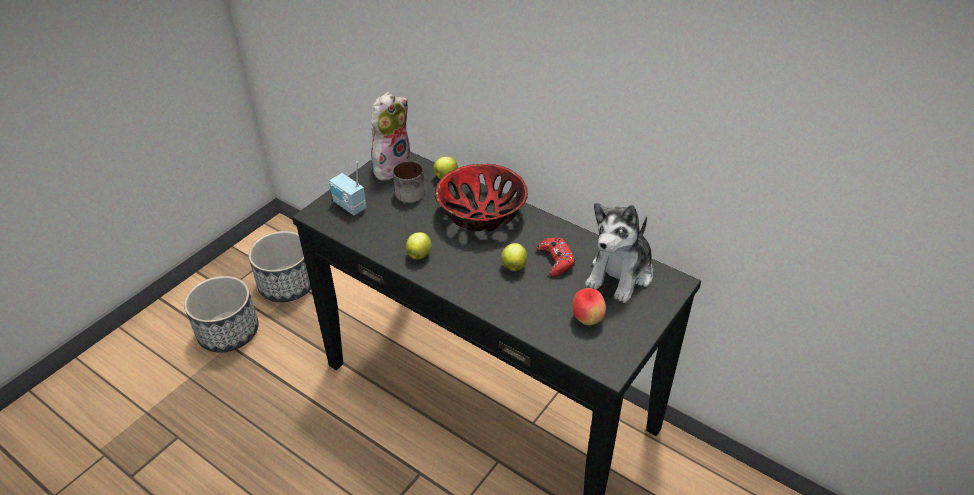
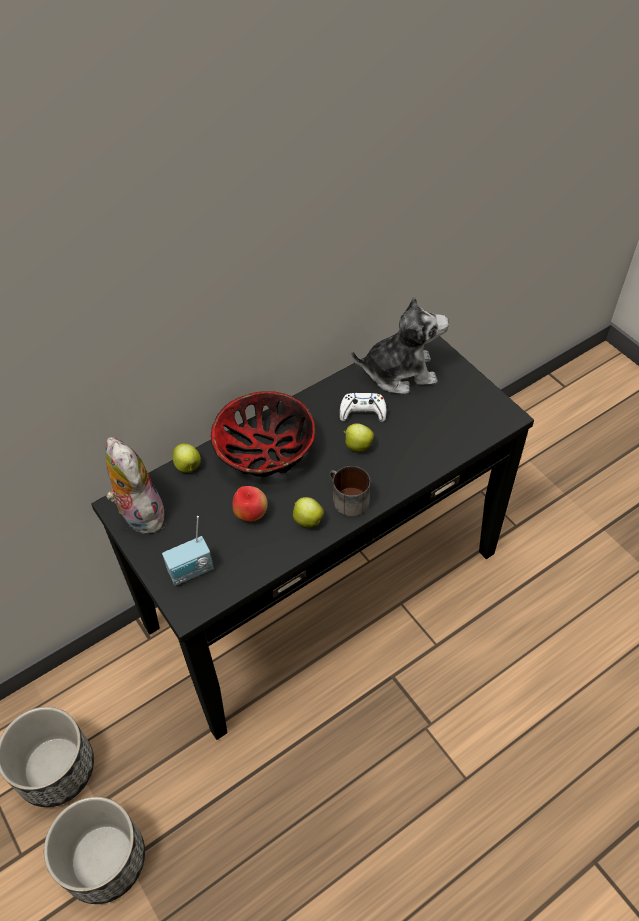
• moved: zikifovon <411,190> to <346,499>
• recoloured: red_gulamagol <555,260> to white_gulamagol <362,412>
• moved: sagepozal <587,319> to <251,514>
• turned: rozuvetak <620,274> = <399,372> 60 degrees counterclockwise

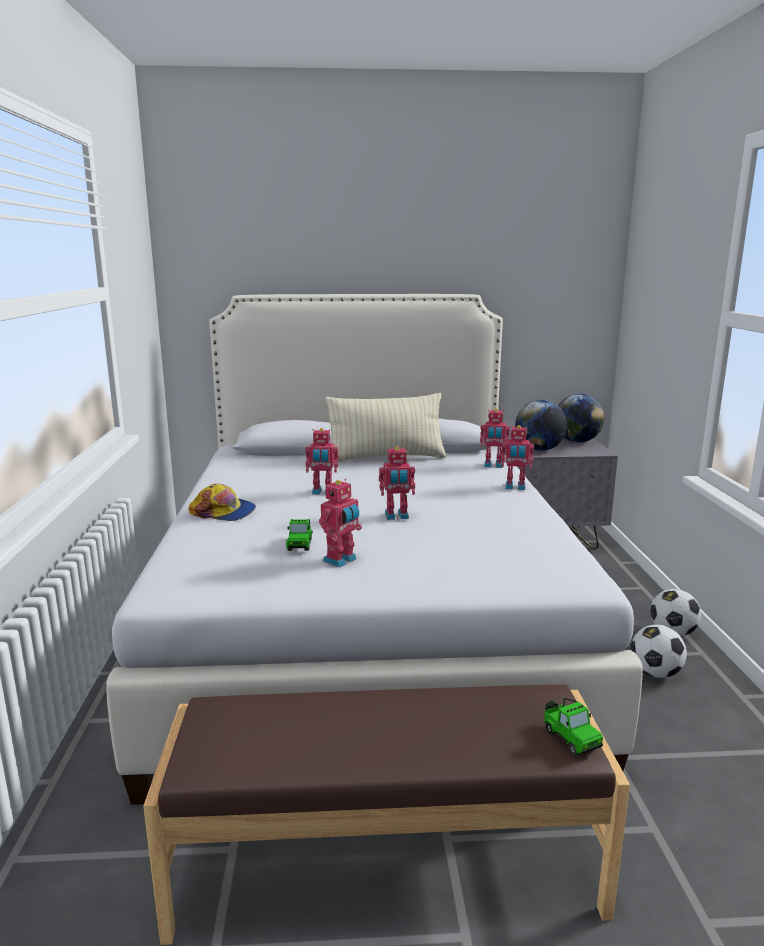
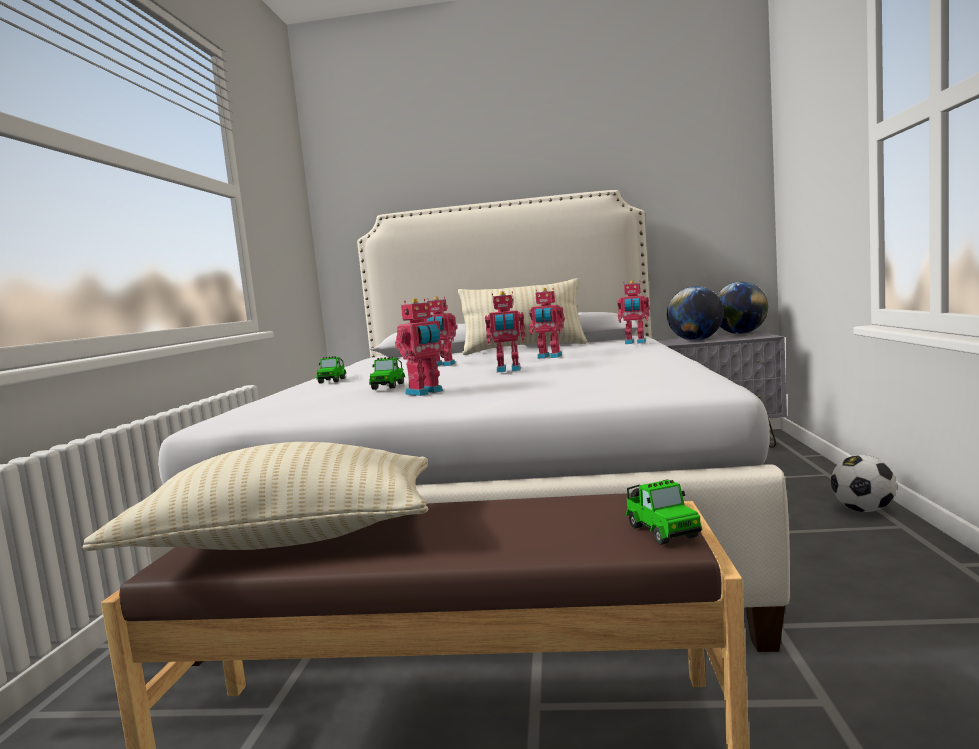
• replaced: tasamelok <224,512> to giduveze <332,380>
• moved: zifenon <515,487> to <549,357>
• removed: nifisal <655,673>
• added: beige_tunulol <285,540>

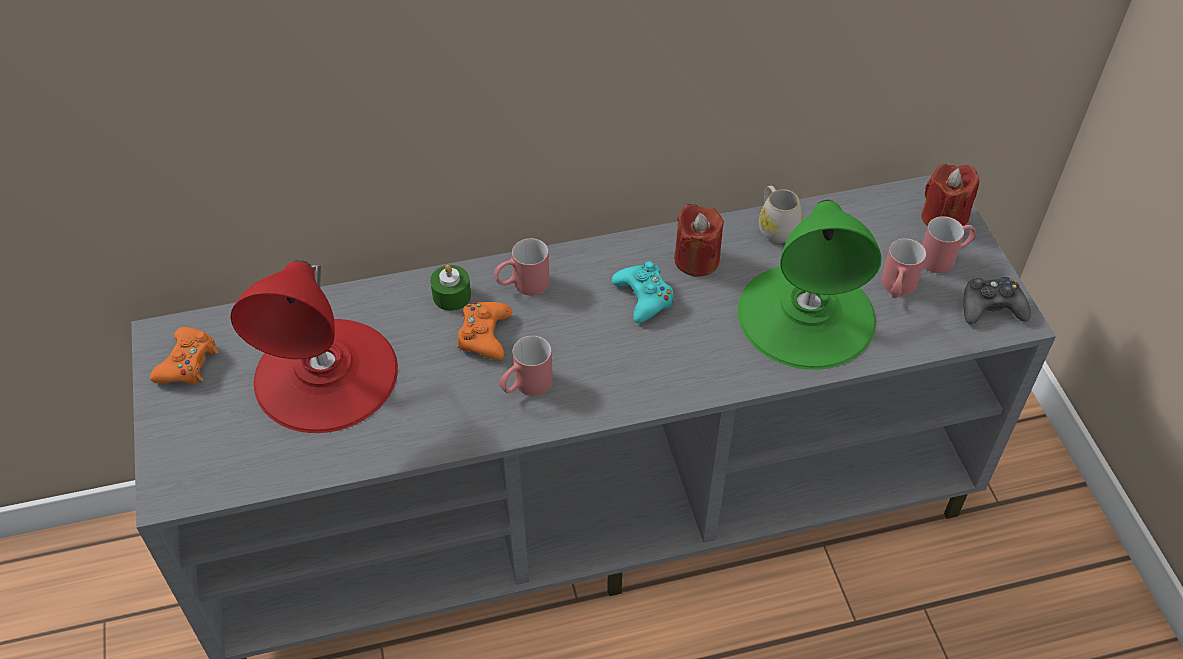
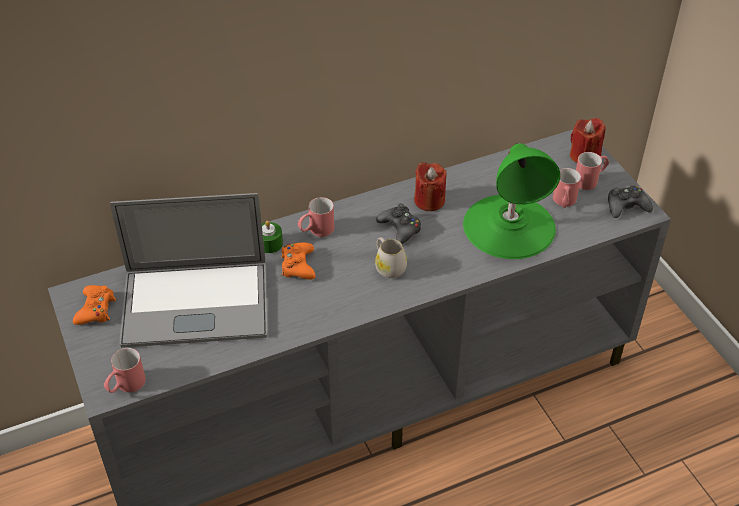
• replaced: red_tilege <326,374> to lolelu <195,304>
• moved: red_zikifovon <525,386> to <125,386>
• recoloured: turquoise_gulamagol <644,297> to black_gulamagol <400,228>
• moved: white_zikifovon <776,227> to <388,267>

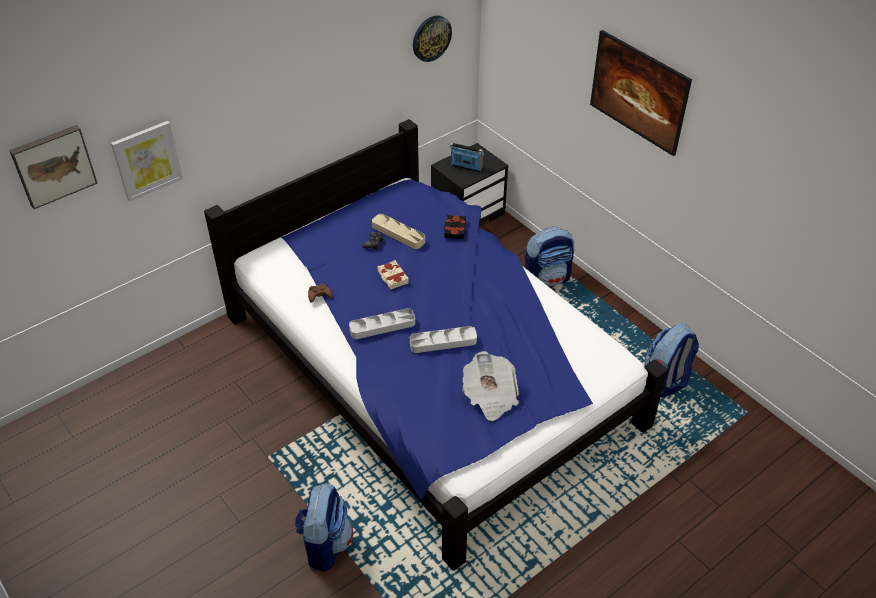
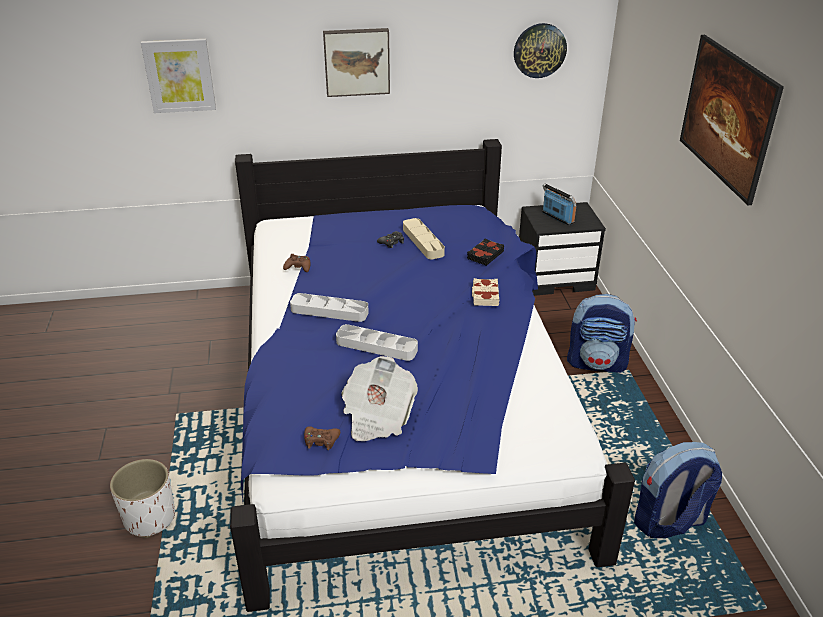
• moved: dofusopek <53,165> to <356,61>
• replaced: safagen <325,544> to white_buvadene <150,518>
• moved: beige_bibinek <392,277> to <485,295>
• added: brown_gulamagol <321,441>

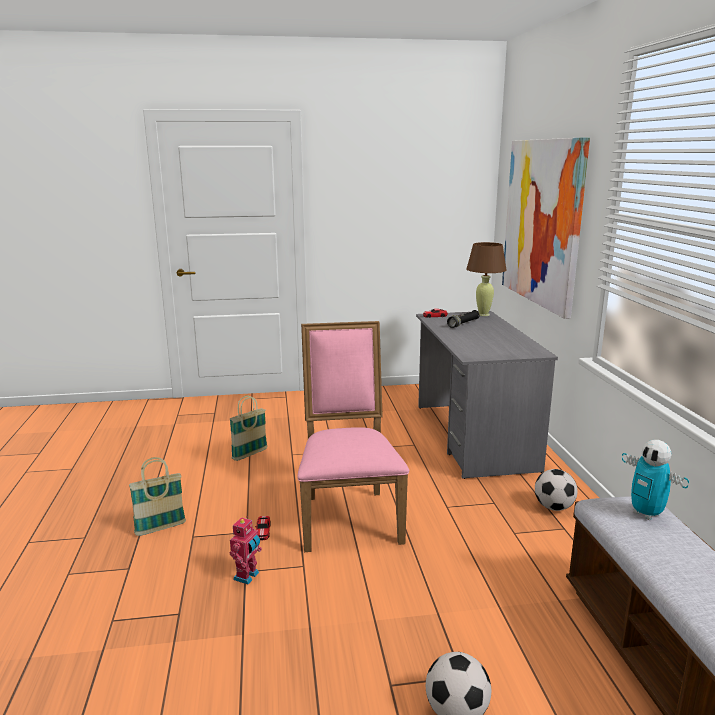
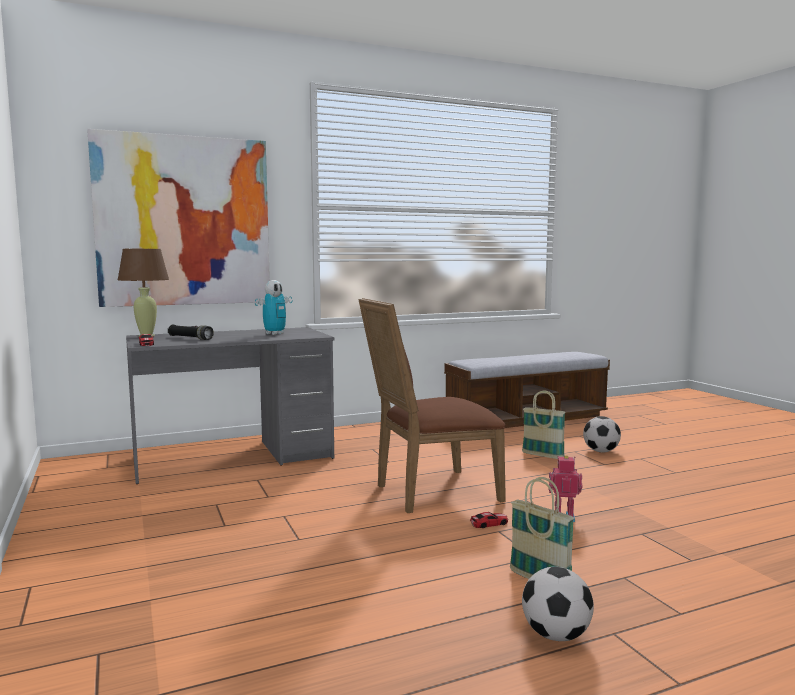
• moved: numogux <250,454> to <542,455>
• recoloured: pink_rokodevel <348,515> to brown_rokodevel <430,492>
• moved: nifisal <554,507> to <556,635>
• moved: zifenon <646,514> to <275,334>

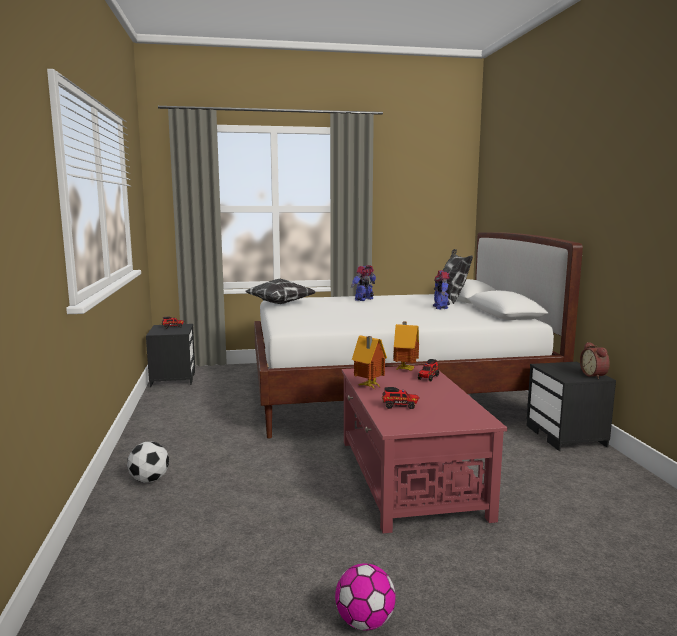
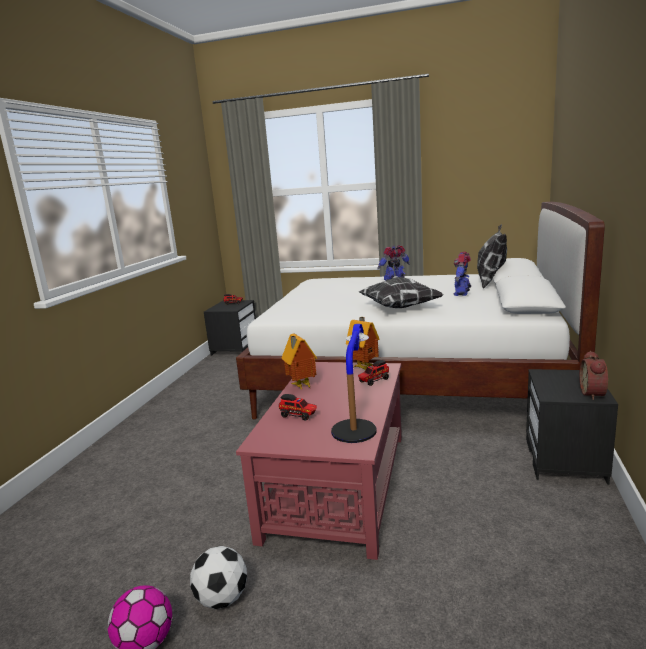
• moved: nifisal <149,480> to <222,598>
• moved: tunulol <280,304> to <400,308>
• added: tilege <357,419>

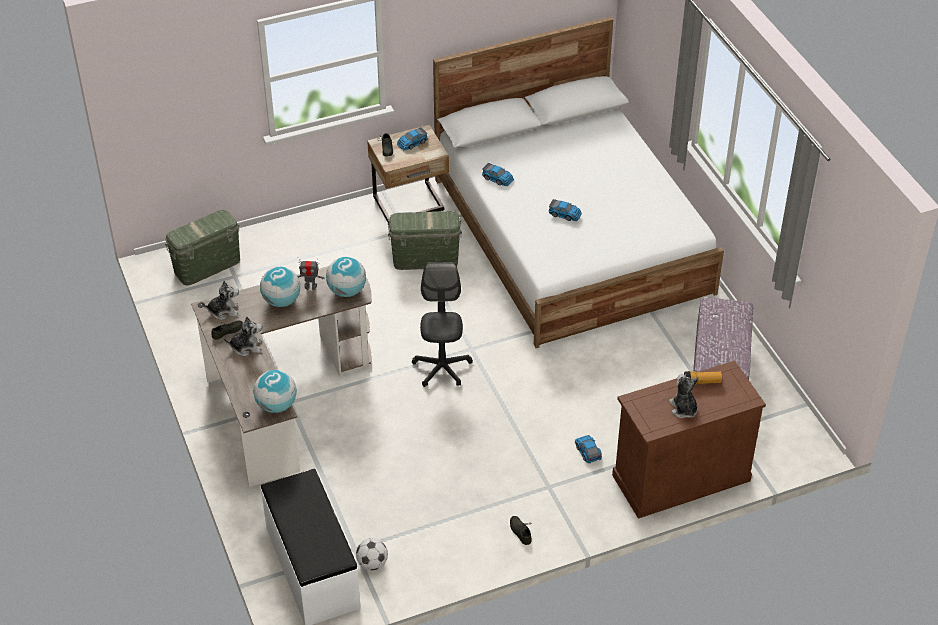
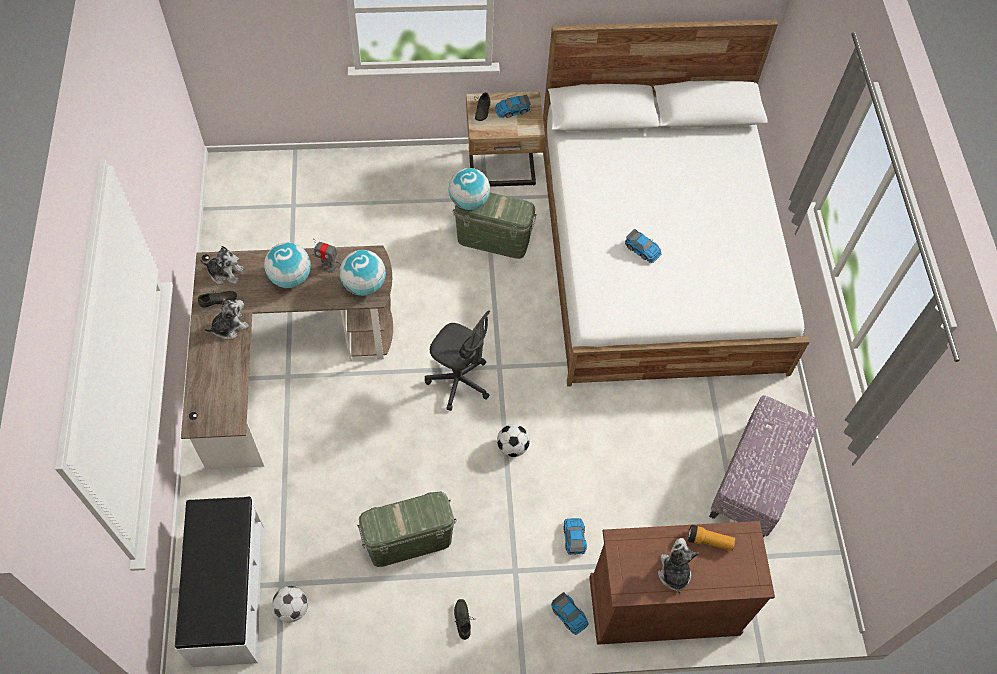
• moved: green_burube <207,266> to <408,541>
• turned: rozuvetak <246,347> = <229,327> 45 degrees counterclockwise
• moved: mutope <276,405> to <469,201>
• turned: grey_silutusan <442,368> = <459,381> 105 degrees clockwise
• moved: giduveze <498,178> to <569,615>
• added: nifisal <512,447>

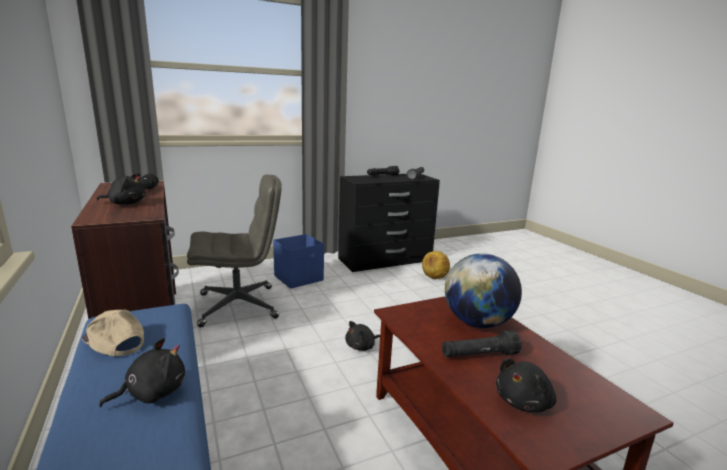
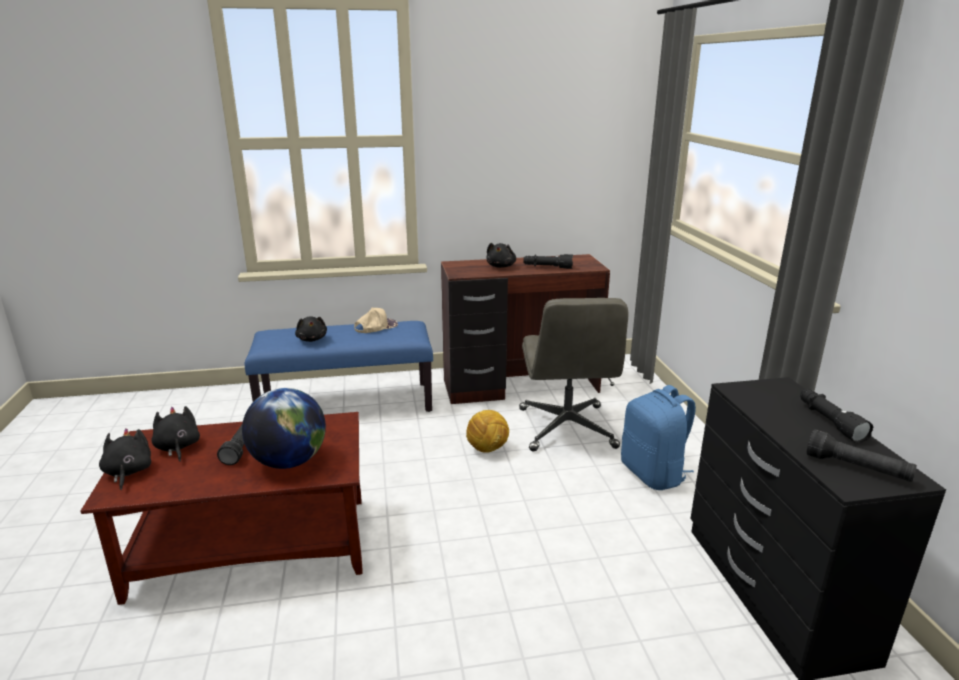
• replaced: blue_burube <299,278> to blue_safagen <653,474>
• moved: black_rozuvetak <362,346> to <128,472>
• moved: nifisal <434,277> to <488,449>

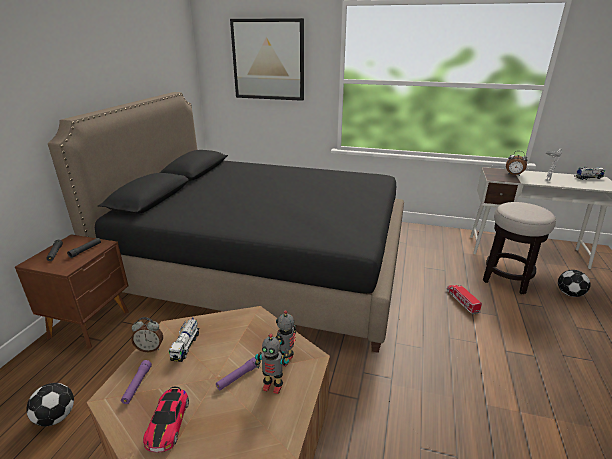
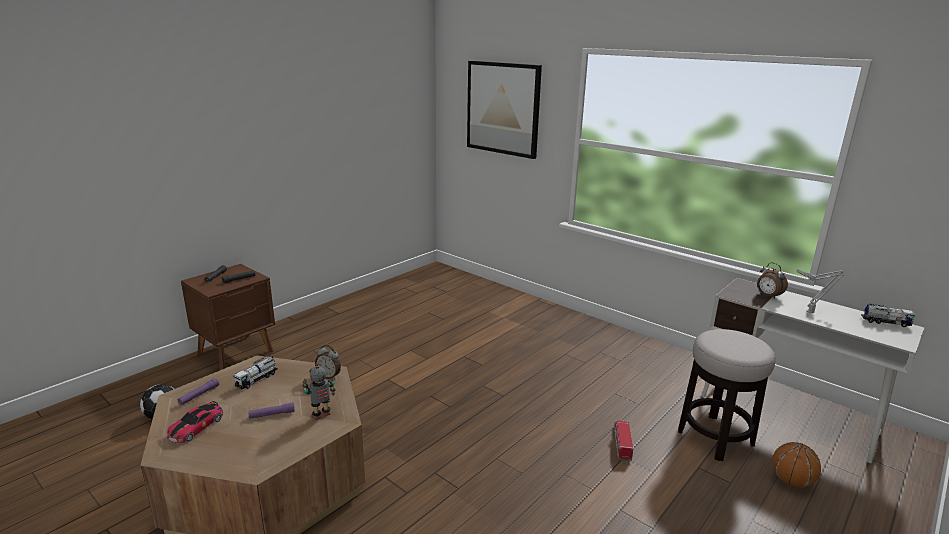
• removed: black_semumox <264,266>
• moved: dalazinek <150,348> to <329,376>
• removed: zifenon <273,386>
• replaced: nifisal <569,294> to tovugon <791,481>

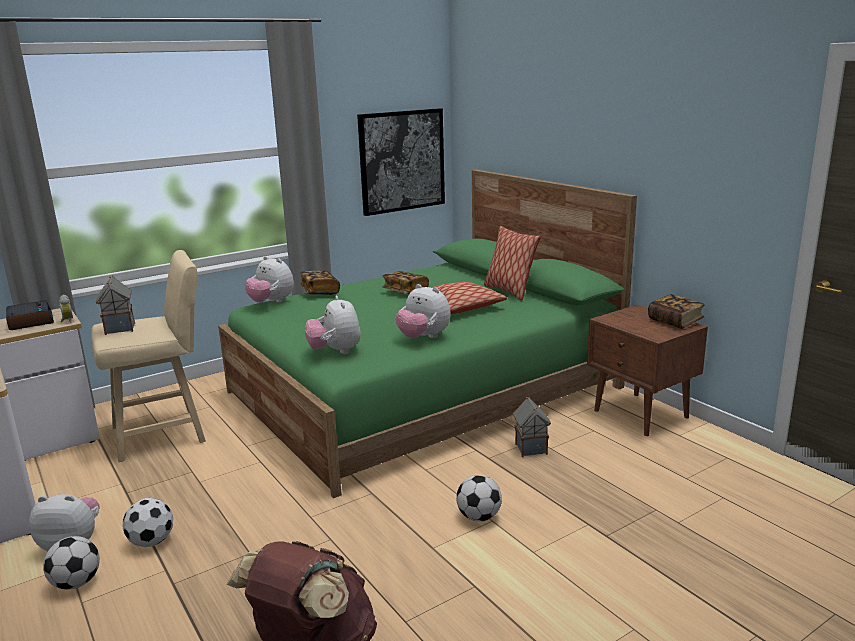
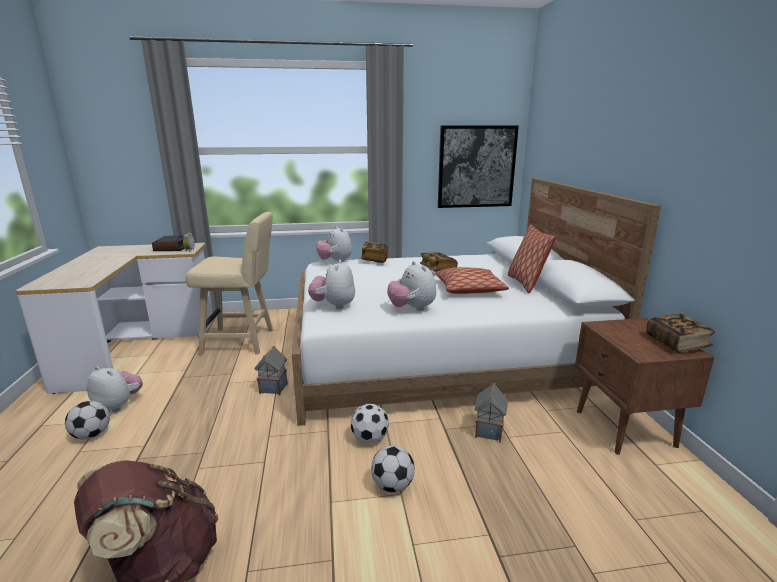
• moved: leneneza <119,328> to <273,388>
• moved: nifisal <152,541> to <370,438>
• recoloured: green_semumox <424,390> to white_semumox <439,353>

